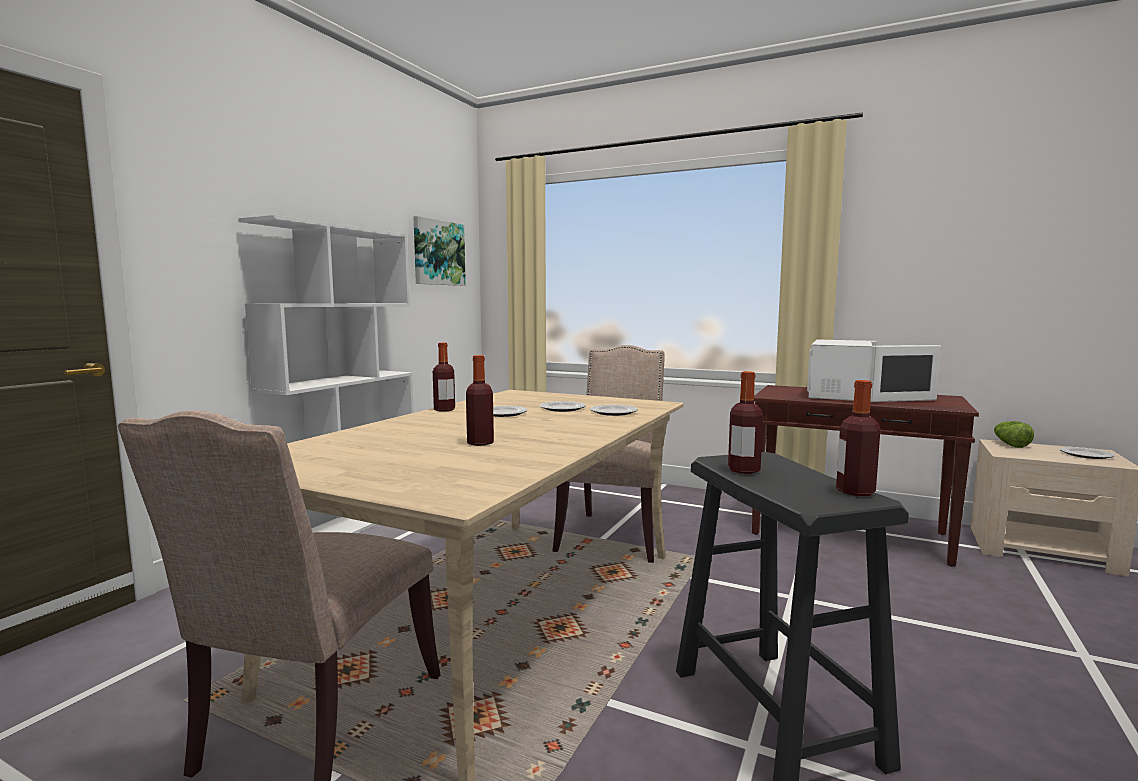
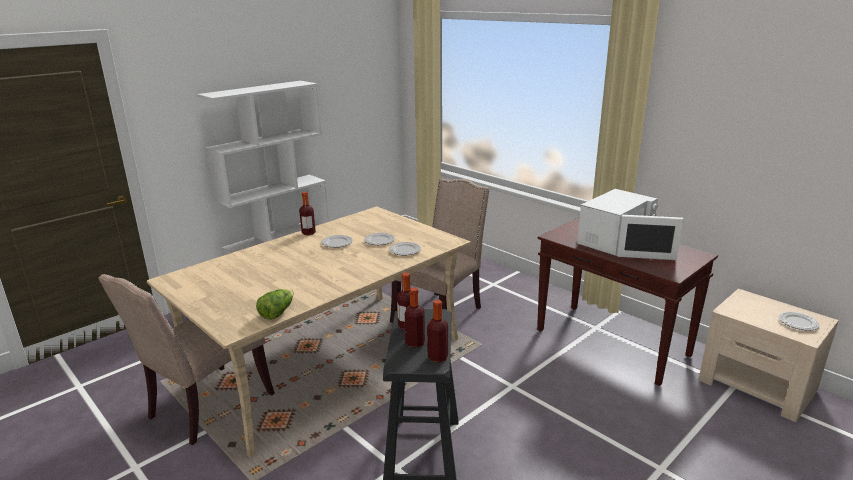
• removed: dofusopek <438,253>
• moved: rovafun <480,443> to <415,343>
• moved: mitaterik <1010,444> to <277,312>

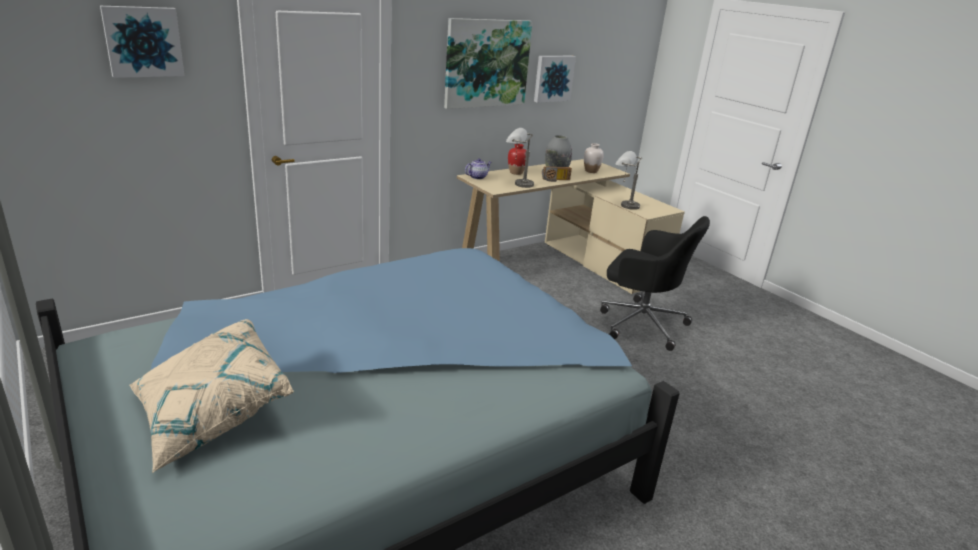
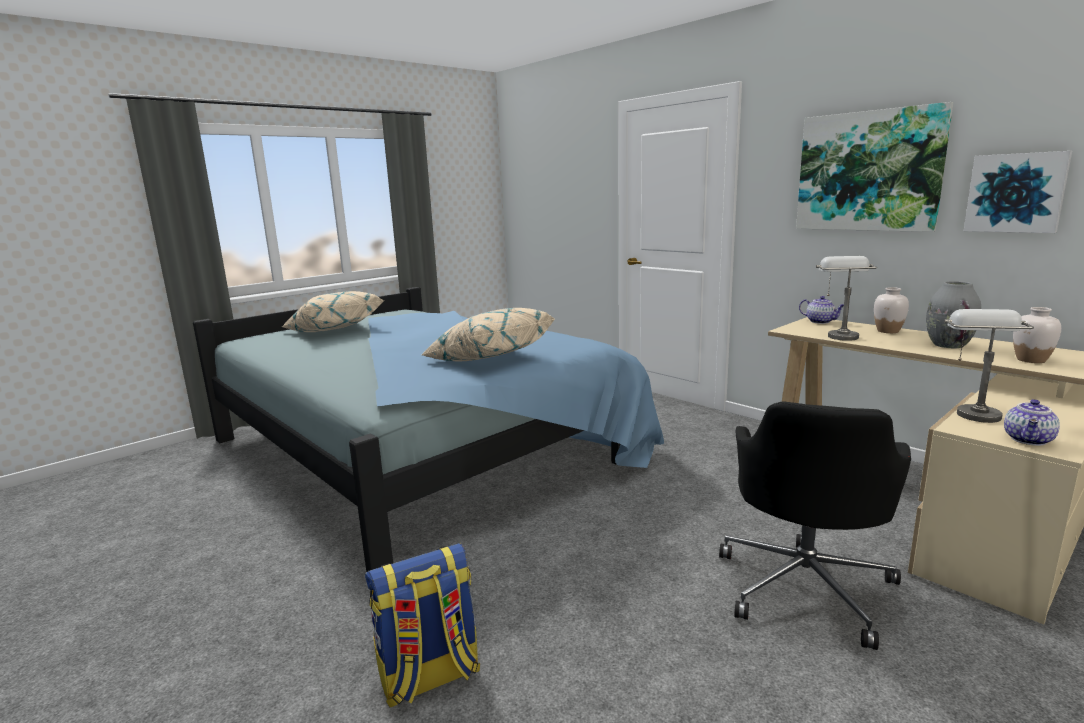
• removed: dofusopek <143,41>
• recoloured: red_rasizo <516,173> to white_rasizo <888,331>
• removed: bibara <555,180>
• added: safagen <429,677>
• added: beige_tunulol <488,359>
• added: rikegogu <1029,440>

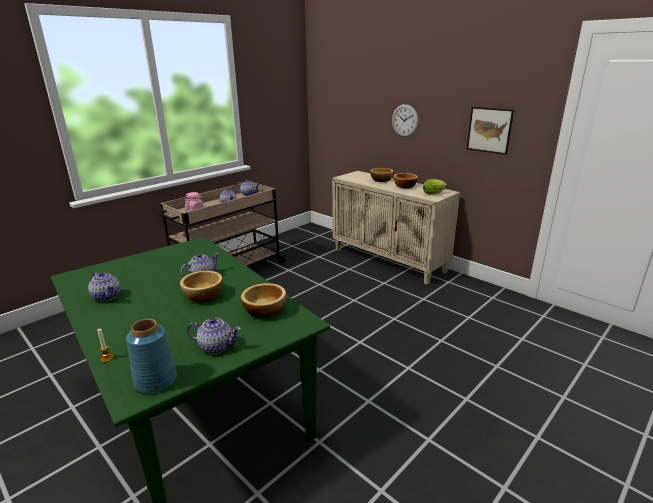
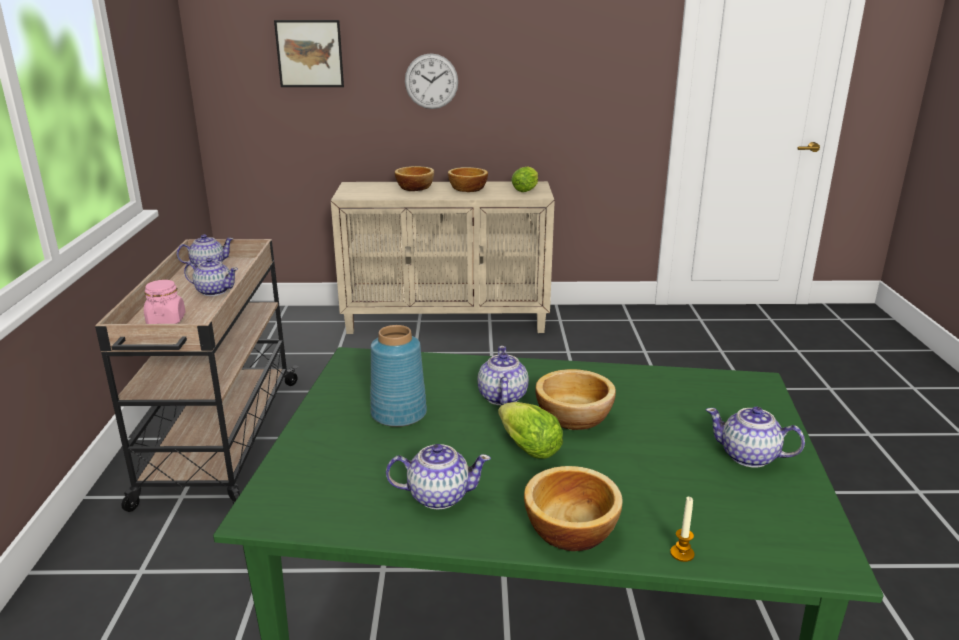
• moved: blue_rasizo <155,380> to <397,414>
• turned: rikegogu <216,346> = <749,457> 120 degrees counterclockwise
• moved: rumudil <265,310> to <570,528>
• moved: dofusopek <489,130> to <309,53>
• added: mitaterik <525,447>

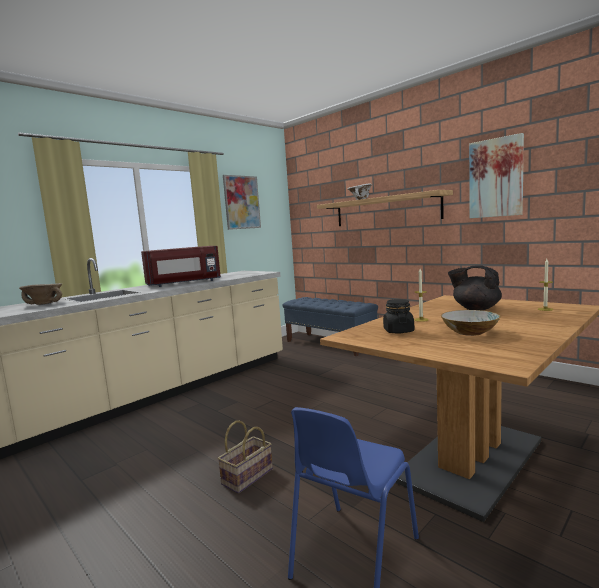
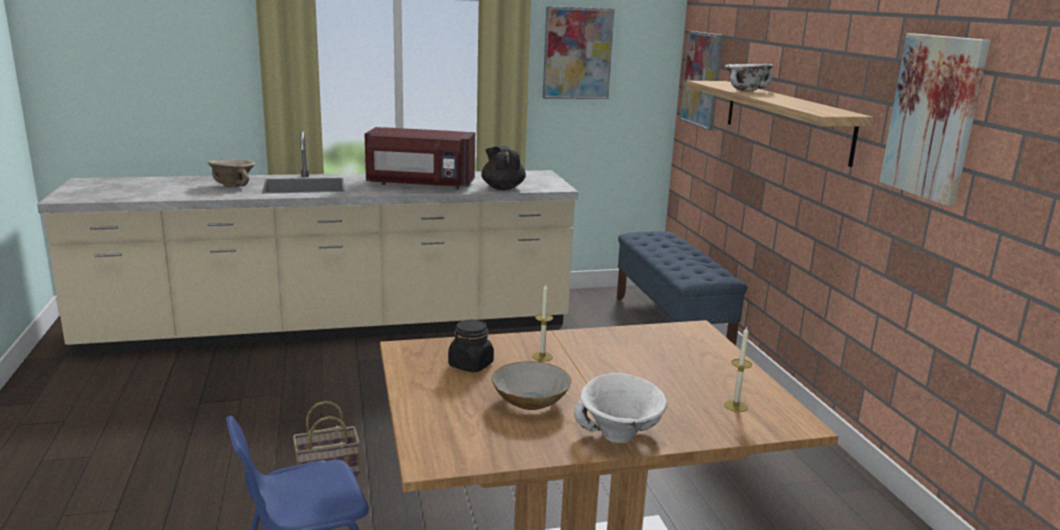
• moved: black_rikegogu <475,309> to <502,188>
• added: white_rumudil <620,437>
• added: dofusopek <702,79>

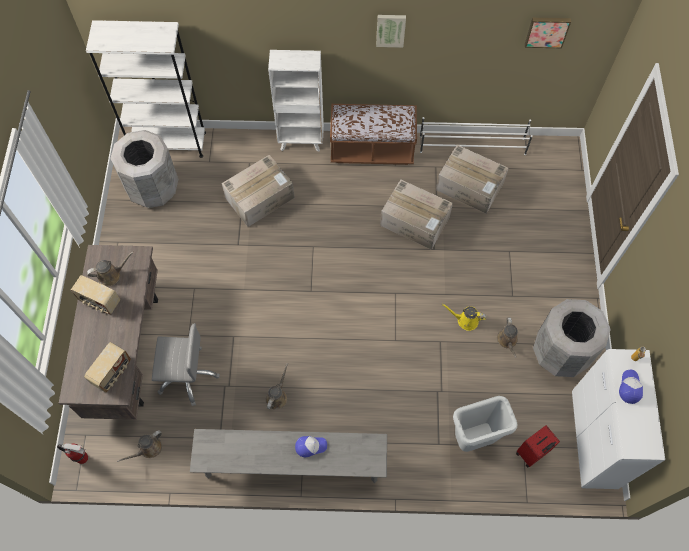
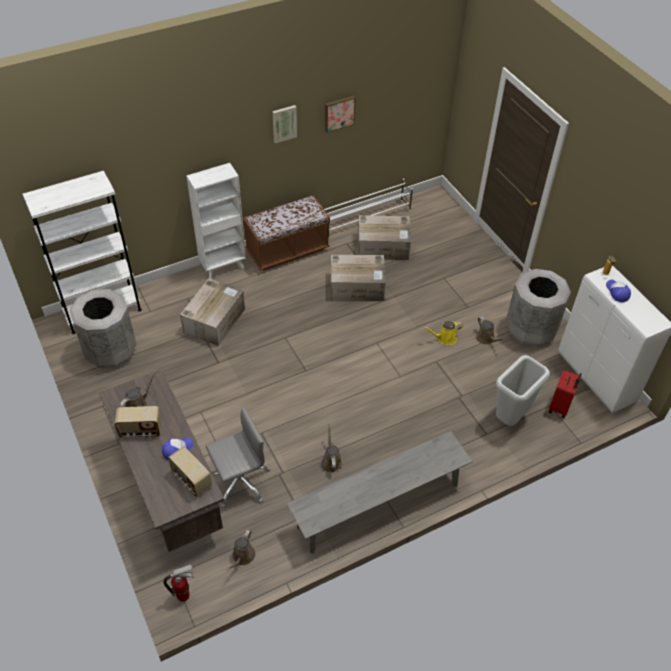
• turned: bibara <112,372> = <191,480> 135 degrees clockwise
• moved: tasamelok <310,446> to <177,449>
• moved: dofusopek <547,31> to <339,113>

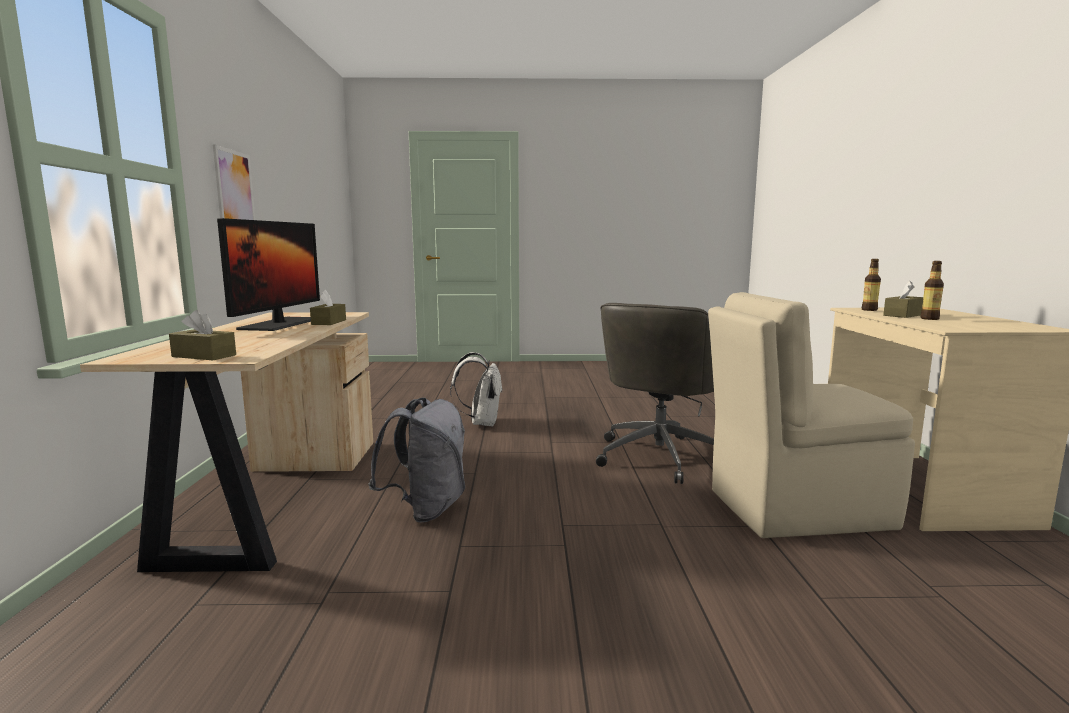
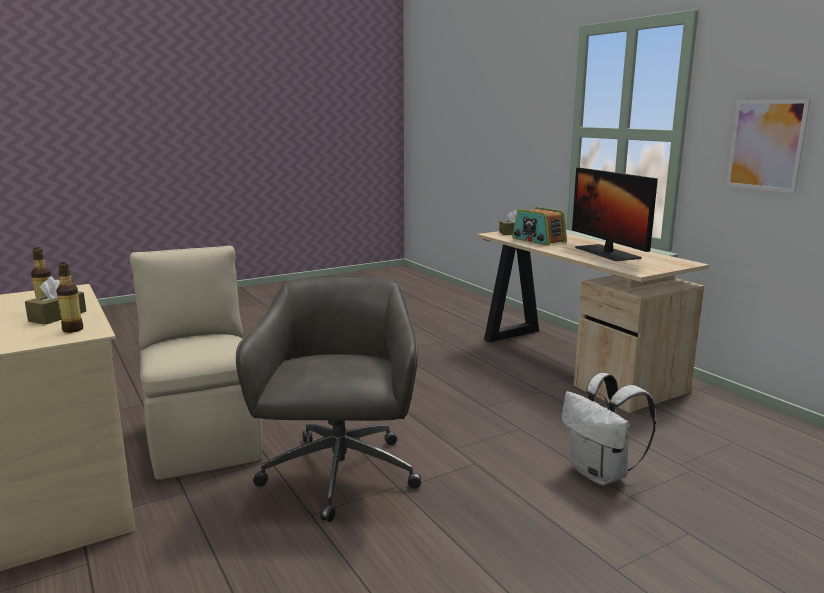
• removed: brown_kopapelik <329,322>
• removed: grey_safagen <426,509>
• turned: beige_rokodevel <794,509> = <204,438> 75 degrees counterclockwise
• added: bibara <538,240>

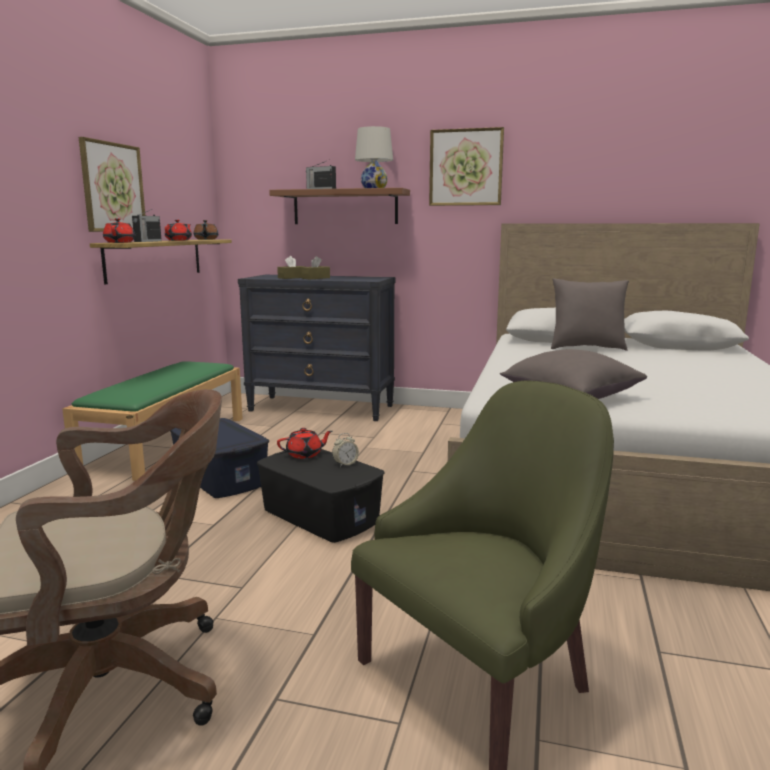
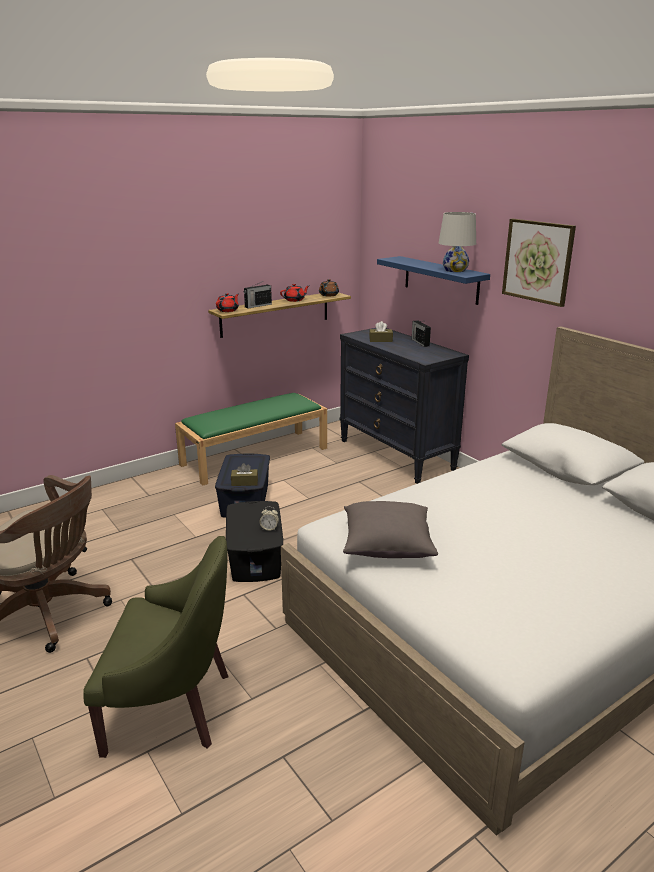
• removed: dofusopek <113,187>
• recoloured: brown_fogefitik <345,207> to blue_fogefitik <441,280>
• removed: red_rikegogu <305,454>
• moved: brown_kopapelik <316,278> to <244,482>
• moved: bibara <320,189> to <420,342>
• removed: grey_tunulol <586,348>

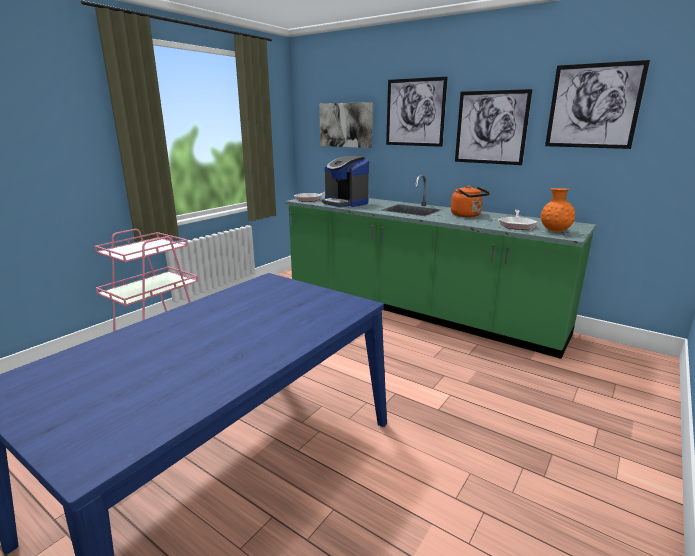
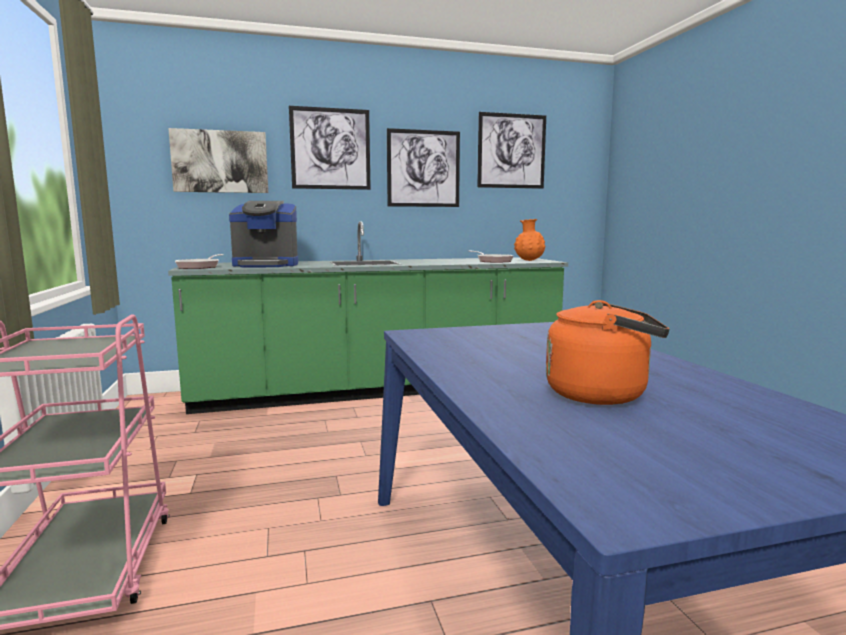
• moved: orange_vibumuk <467,215> to <602,394>

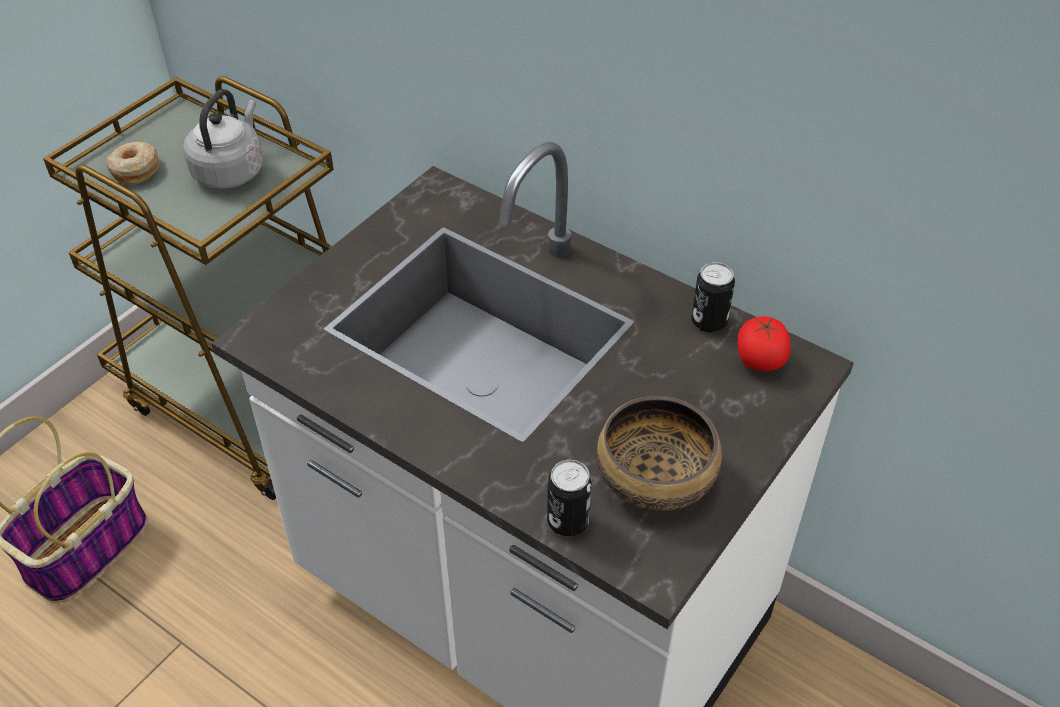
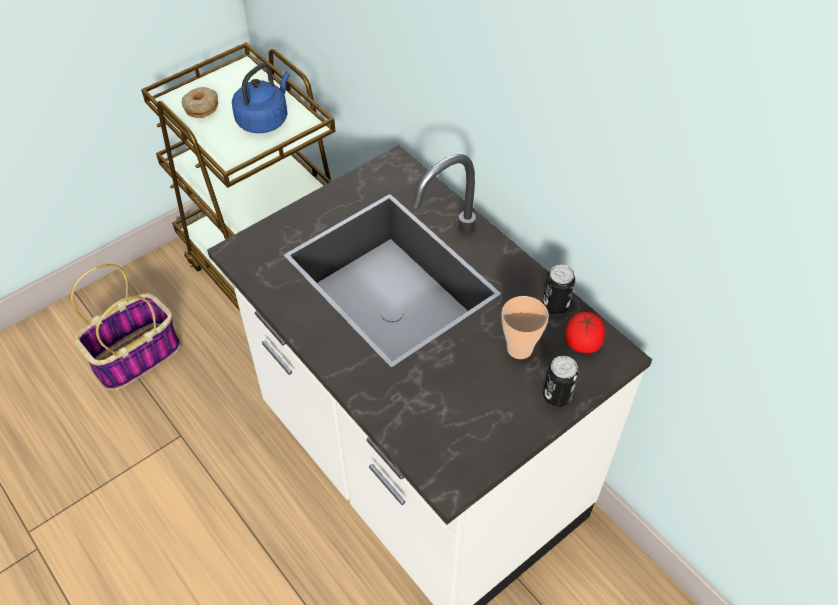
• recoloured: grey_vibumuk <231,170> to blue_vibumuk <264,119>
• moved: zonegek <568,521> to <557,396>
• removed: rumudil <655,478>
• added: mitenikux <519,348>

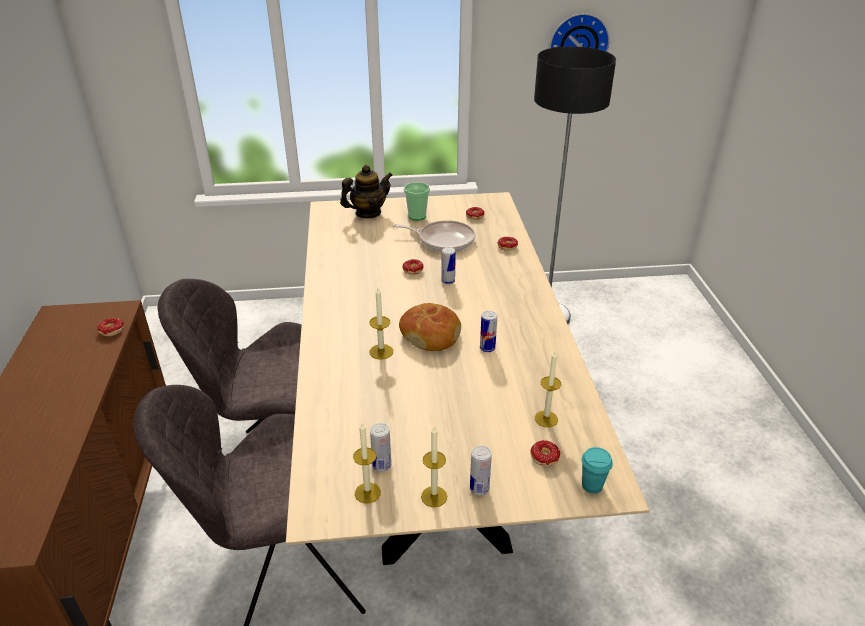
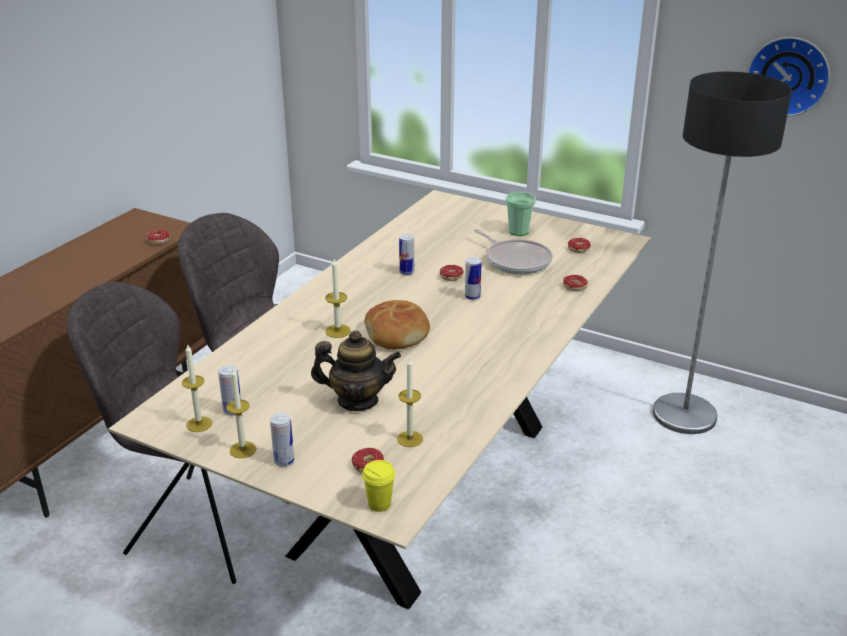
• moved: rikegogu <368,213> to <357,400>
• moved: zonegek <487,348> to <406,272>
• recoloured: turquoise_mitenikux <592,485> to yellow_mitenikux <379,504>

